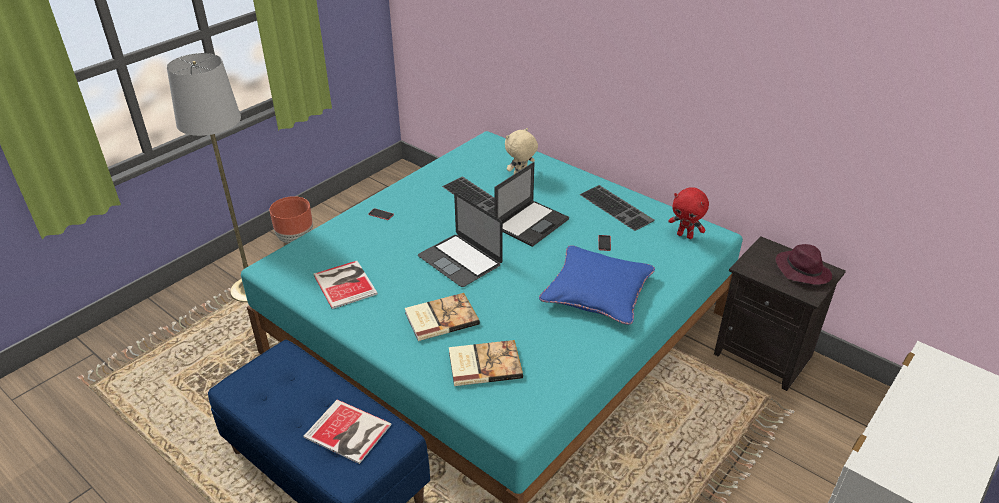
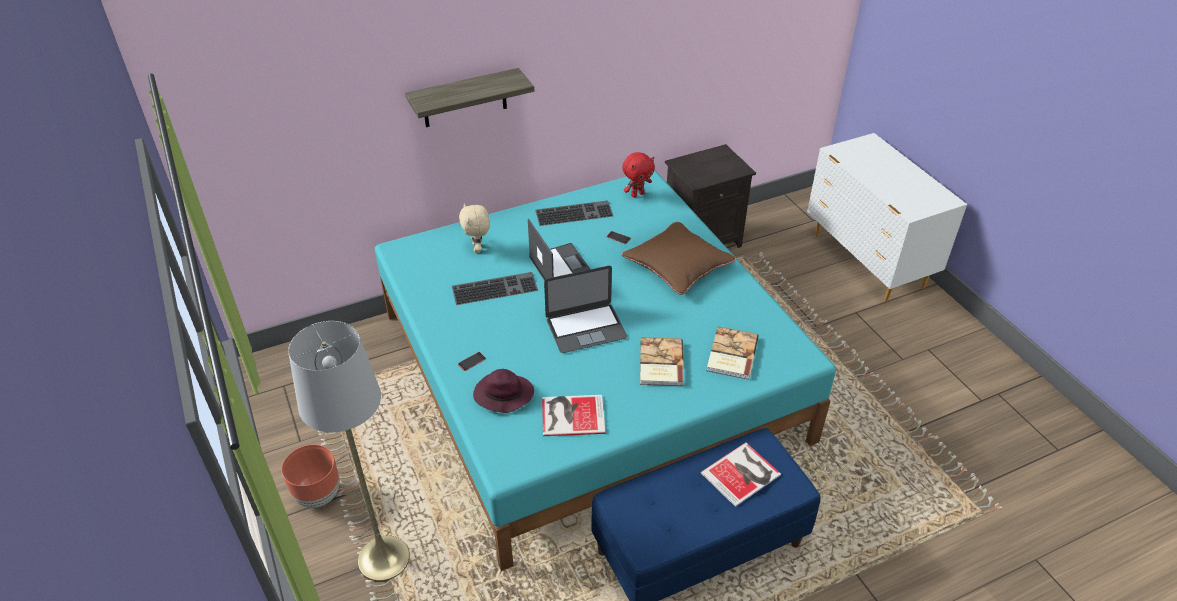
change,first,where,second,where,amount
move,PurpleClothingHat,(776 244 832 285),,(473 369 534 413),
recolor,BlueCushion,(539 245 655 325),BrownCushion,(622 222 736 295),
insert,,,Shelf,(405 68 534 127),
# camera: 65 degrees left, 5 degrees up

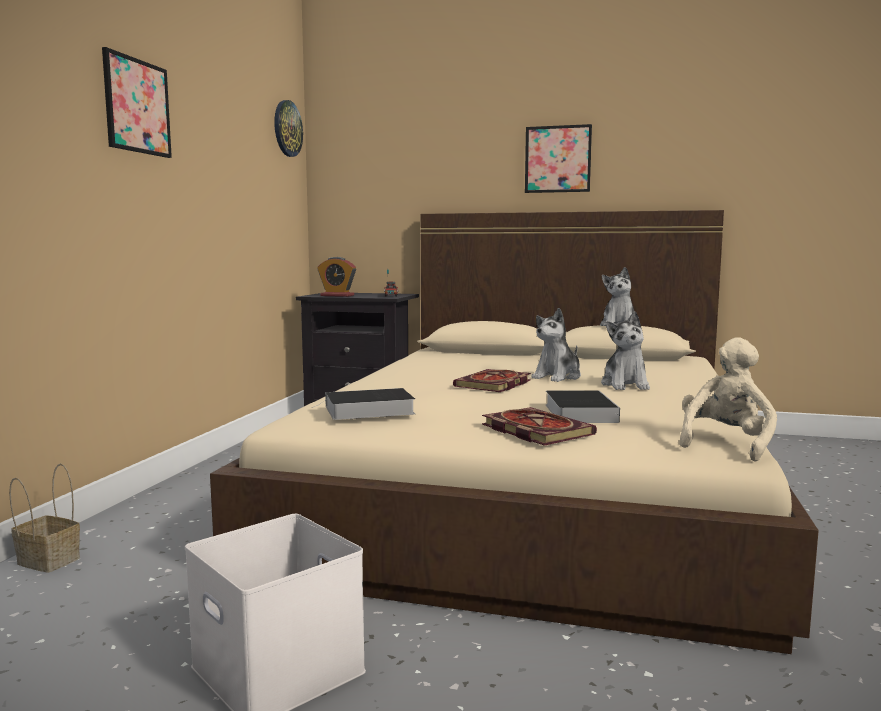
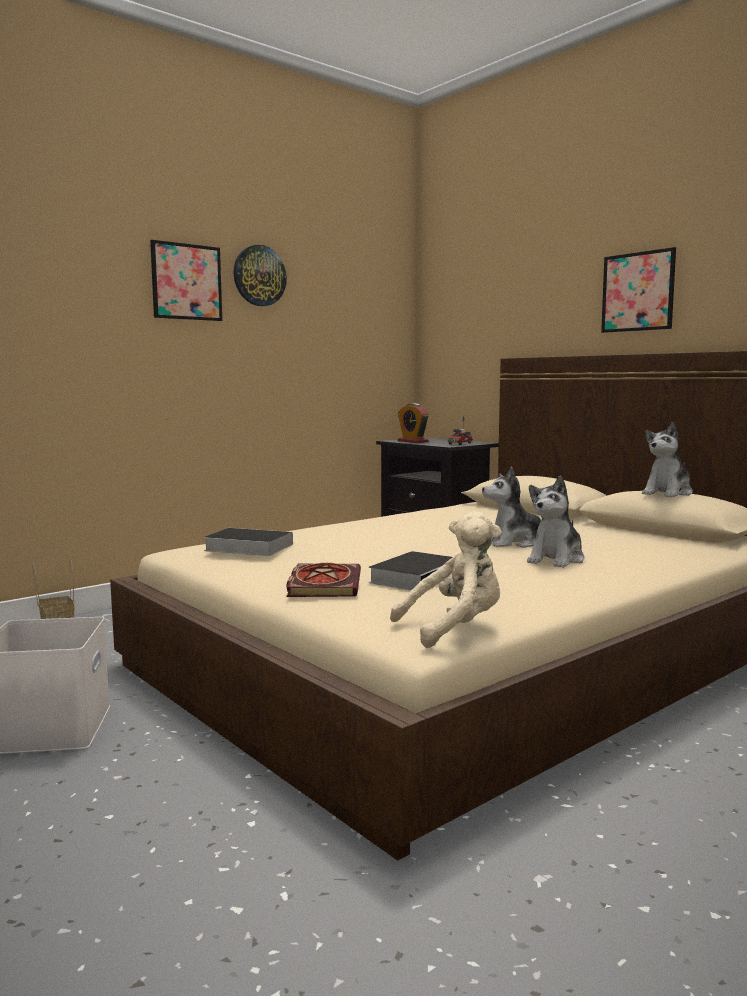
change,first,where,second,where,amount
move,WallClock,(274 100 303 157),,(234 245 287 306),
delete,Book,(453 369 531 392),,,
# camera: 35 degrees right, 0 degrees up

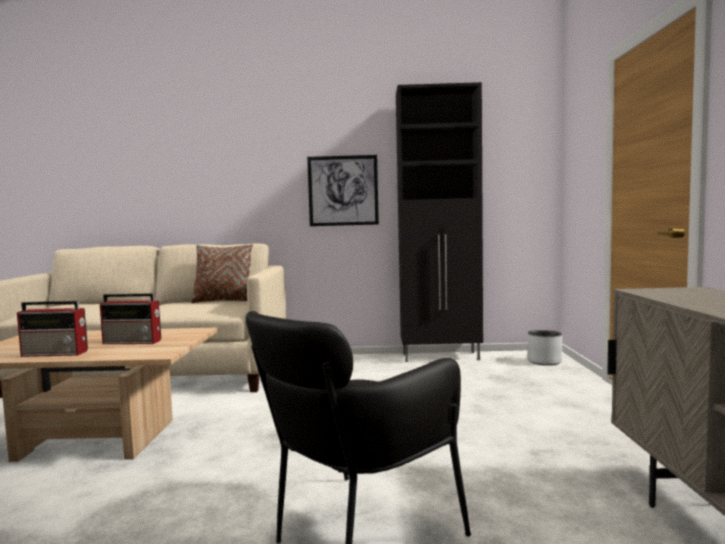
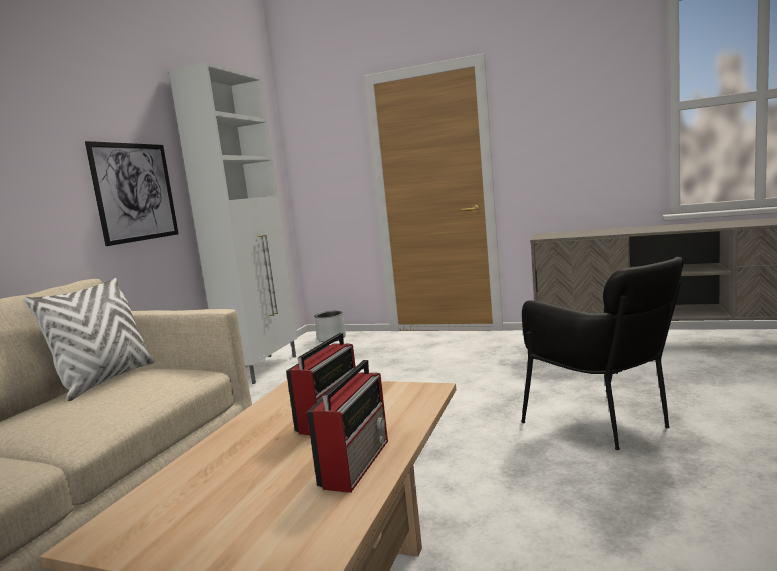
change,first,where,second,where,amount
recolor,BlackColouredCupboard,(396 82 483 362),WhiteColouredCupboard,(169 62 298 384),
recolor,BrownCushion,(191 244 253 303),WhiteColouredCushion,(23 278 155 401),
# camera: 70 degrees left, 5 degrees up

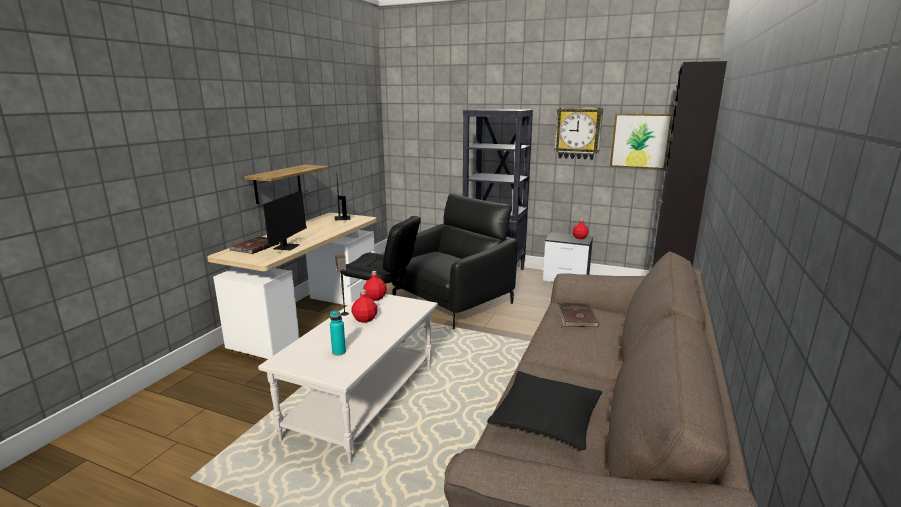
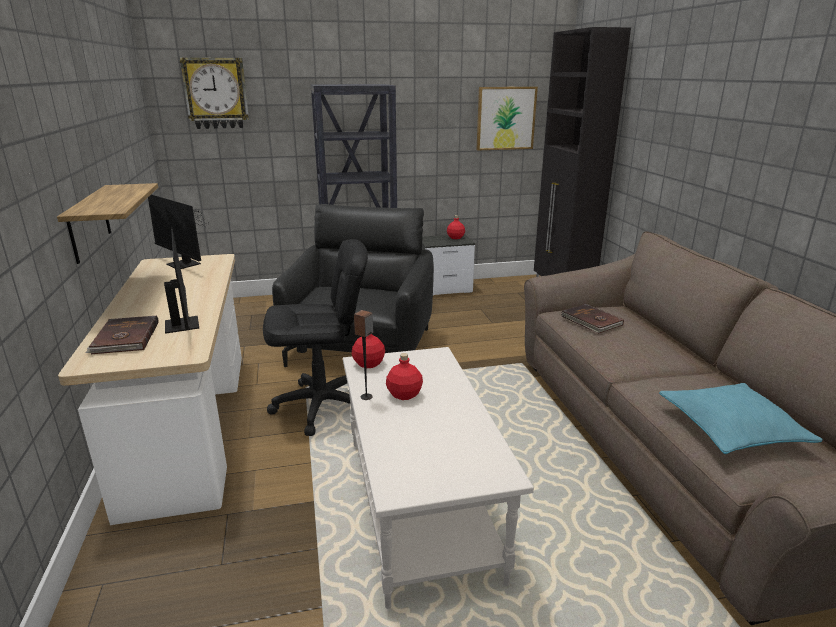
change,first,where,second,where,amount
move,WallClock,(554 107 603 160),,(180 57 249 129),
delete,BlueGreenDrinkBottle,(330 311 346 356),,,
recolor,BlackColouredCushion,(487 371 602 450),BlueGreenCushion,(659 383 823 454),
# camera: 35 degrees left, 5 degrees up

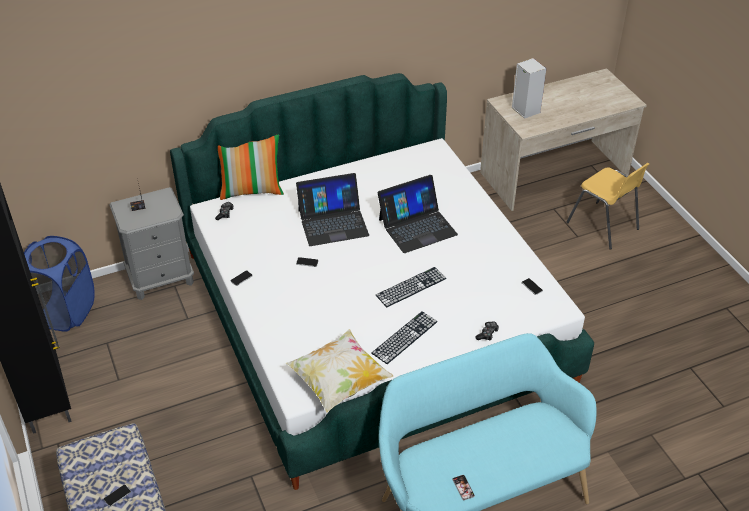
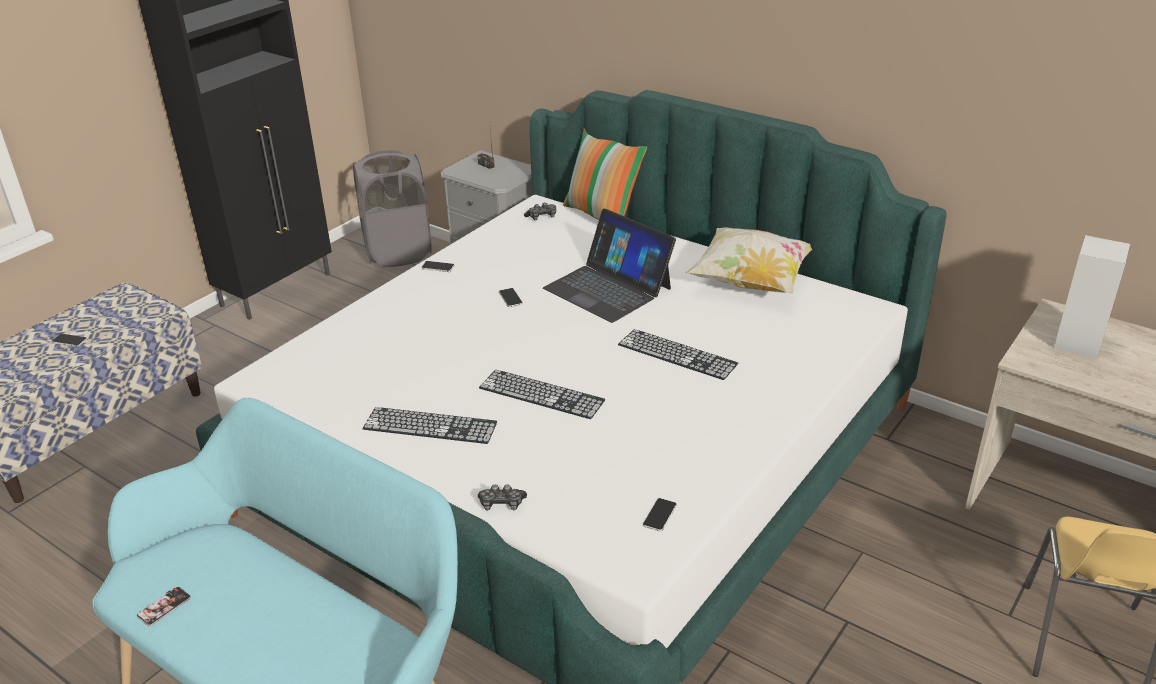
change,first,where,second,where,amount
replace,NotebookComputer,(377 175 458 253),ComputerKeyboard,(618 329 738 380),
recolor,BlueLaundryBasket,(24 236 94 332),GrayLaundryBasket,(353 150 432 267),
move,Cushion,(286 329 393 412),,(685 227 812 294),
# camera: 60 degrees right, 10 degrees down

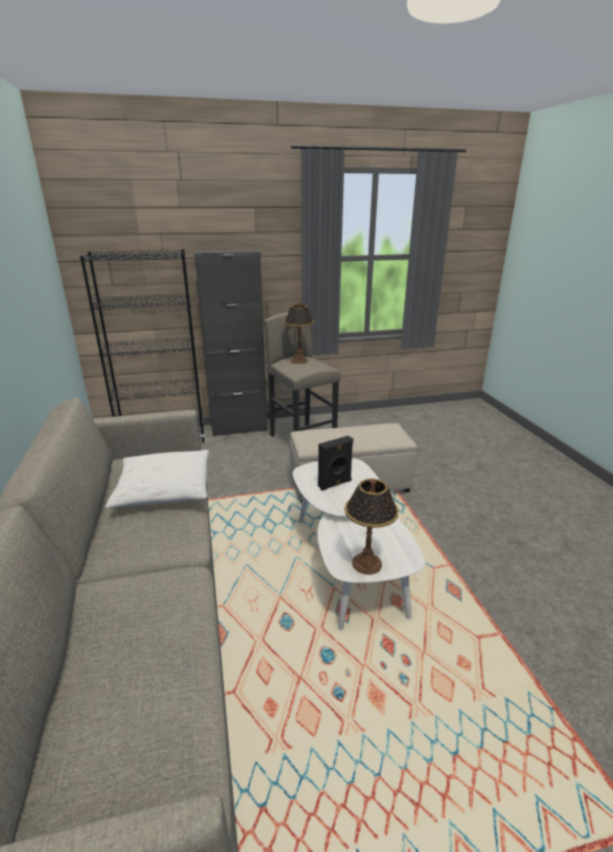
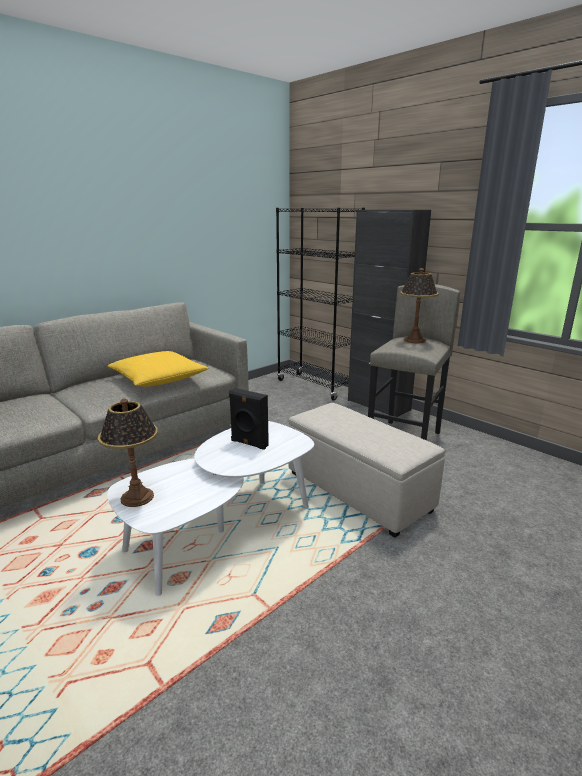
change,first,where,second,where,amount
recolor,WhiteColouredCushion,(105 450 209 508),YellowishCushion,(108 351 209 387),
# camera: 60 degrees right, 5 degrees down

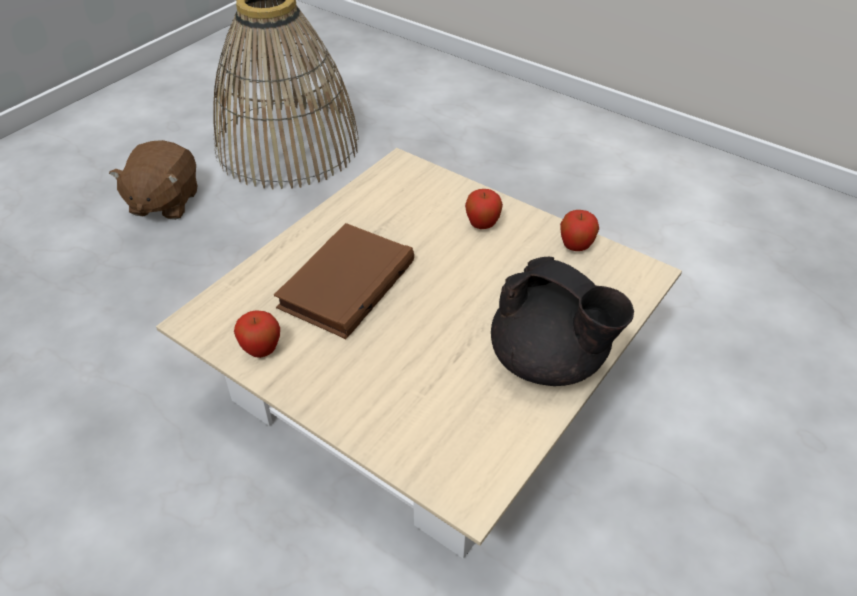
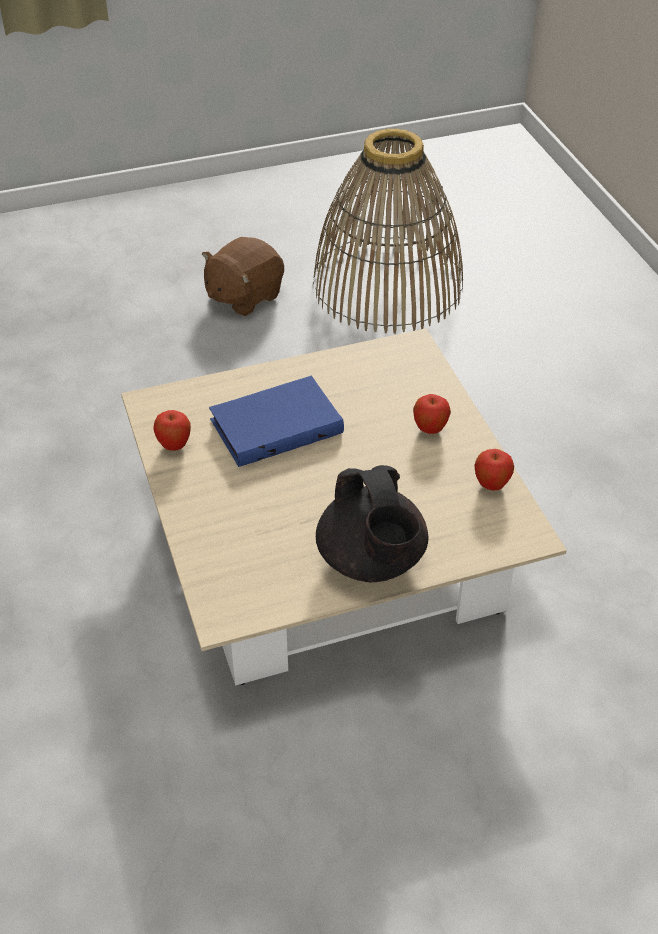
change,first,where,second,where,amount
recolor,BrownBook,(274 223 414 339),BlueBook,(209 375 344 467),
# camera: 35 degrees right, 0 degrees up

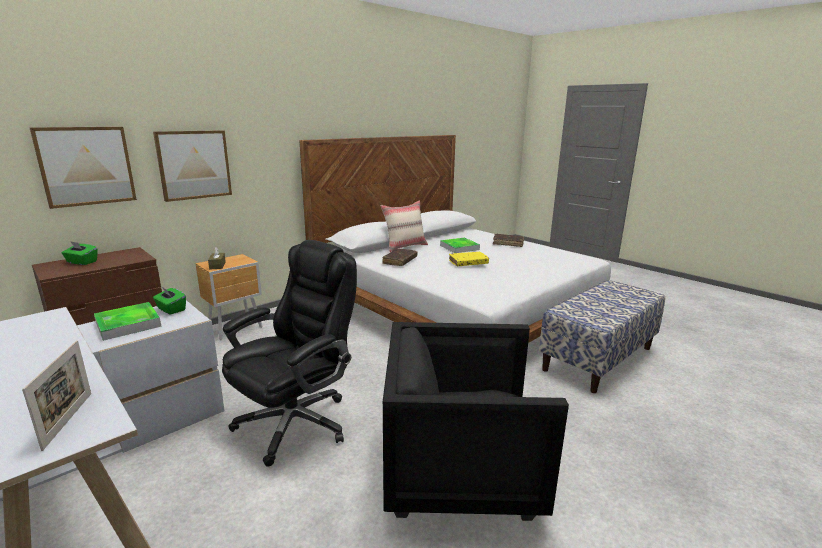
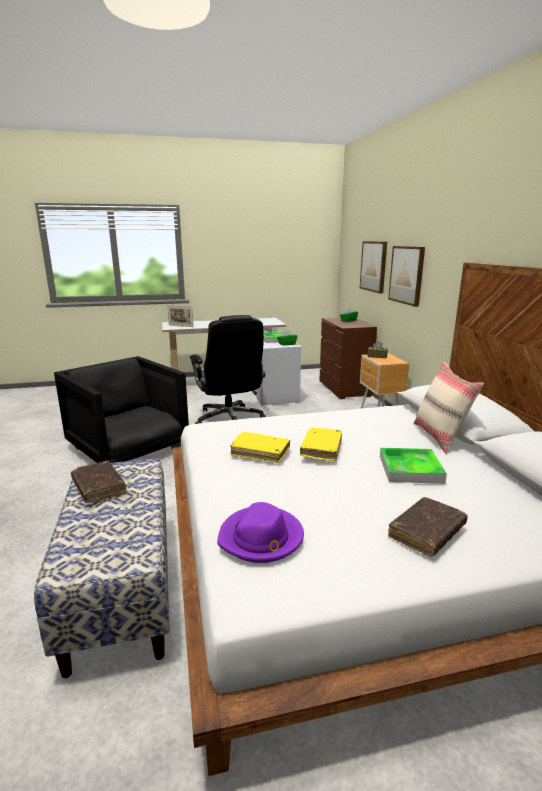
change,first,where,second,where,amount
move,BrownBook,(382 249 417 266),,(71 461 127 503),
rotate,BlackColouredEasyChair,(383 322 569 521),,(54 356 189 463),75 degrees counterclockwise
insert,,,YellowishBook,(230 432 290 463),
insert,,,PurpleClothingHat,(217 502 304 563),
# camera: 120 degrees right, 0 degrees up

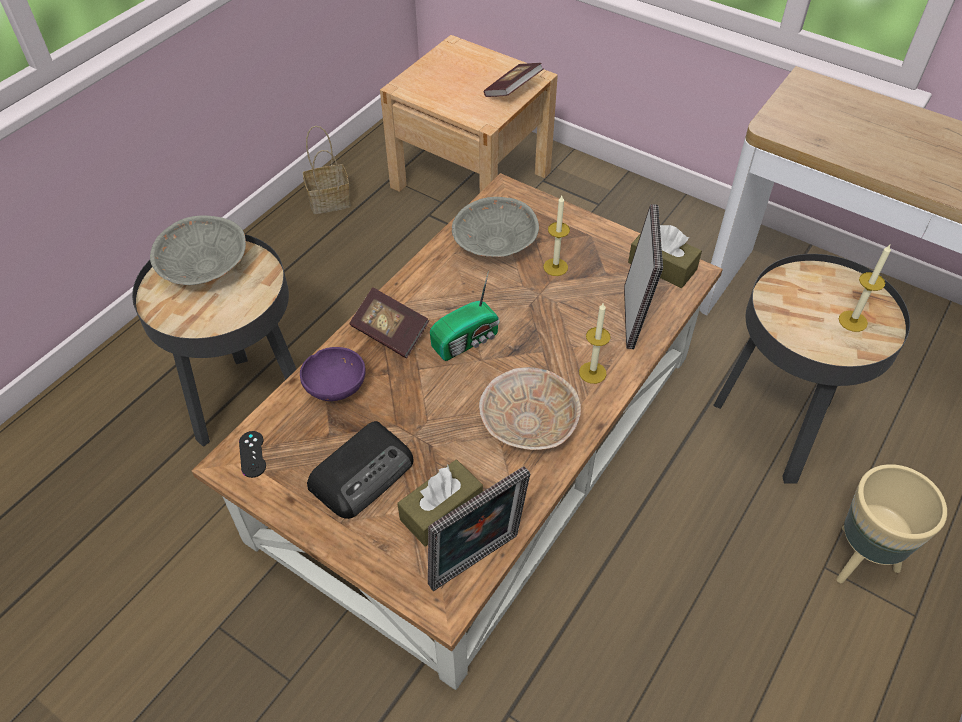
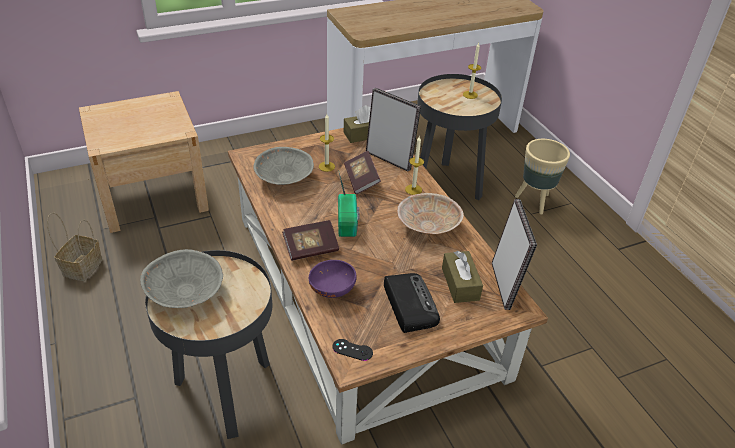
change,first,where,second,where,amount
move,Book,(484 63 544 97),,(344 151 381 194),
# camera: 60 degrees left, 10 degrees down

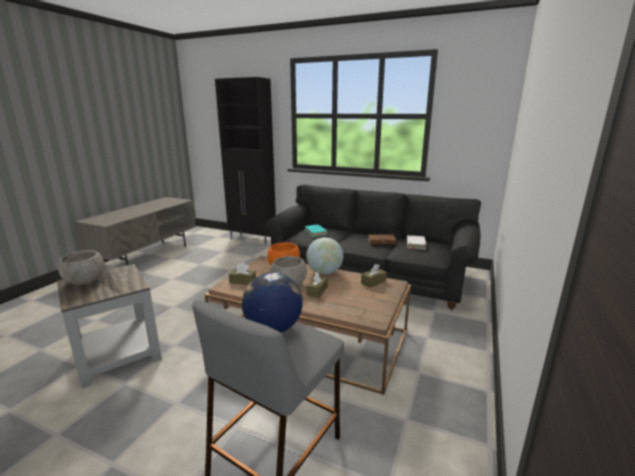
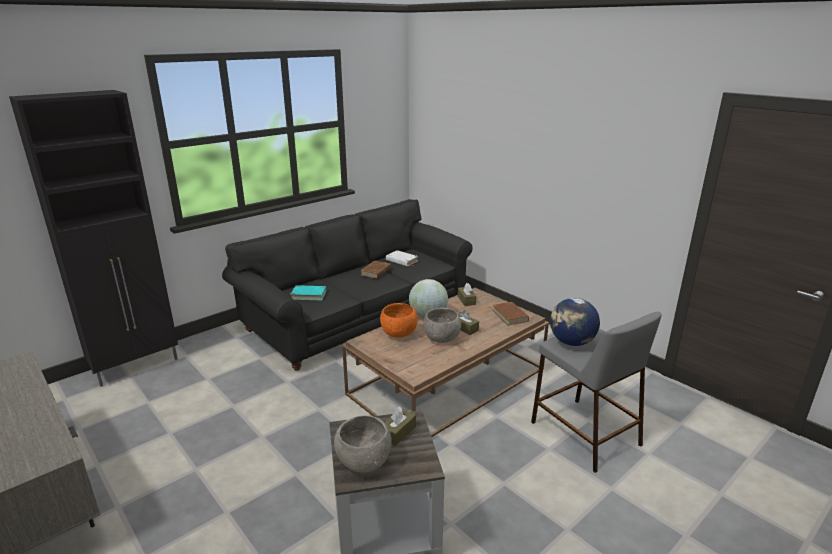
change,first,where,second,where,amount
move,BrownBoxOfTissues,(229 263 256 285),,(385 407 416 446),
insert,,,BrownBook,(493 302 529 326),
# camera: 65 degrees left, 5 degrees up

